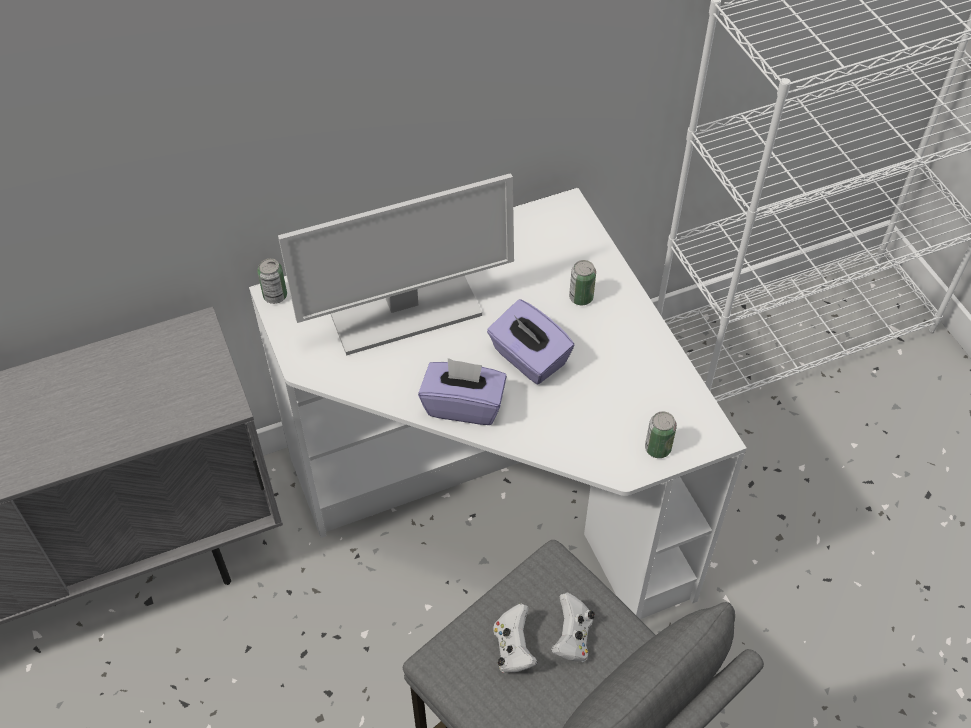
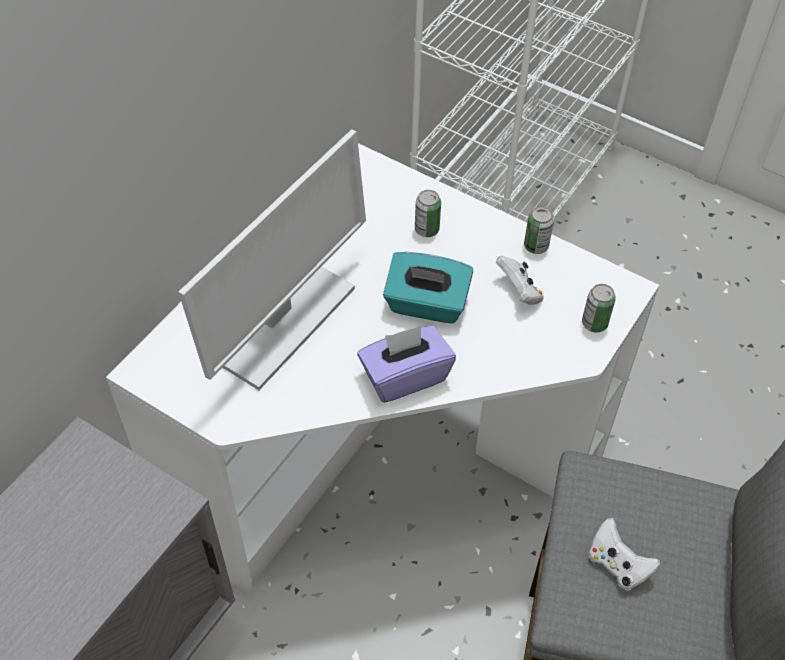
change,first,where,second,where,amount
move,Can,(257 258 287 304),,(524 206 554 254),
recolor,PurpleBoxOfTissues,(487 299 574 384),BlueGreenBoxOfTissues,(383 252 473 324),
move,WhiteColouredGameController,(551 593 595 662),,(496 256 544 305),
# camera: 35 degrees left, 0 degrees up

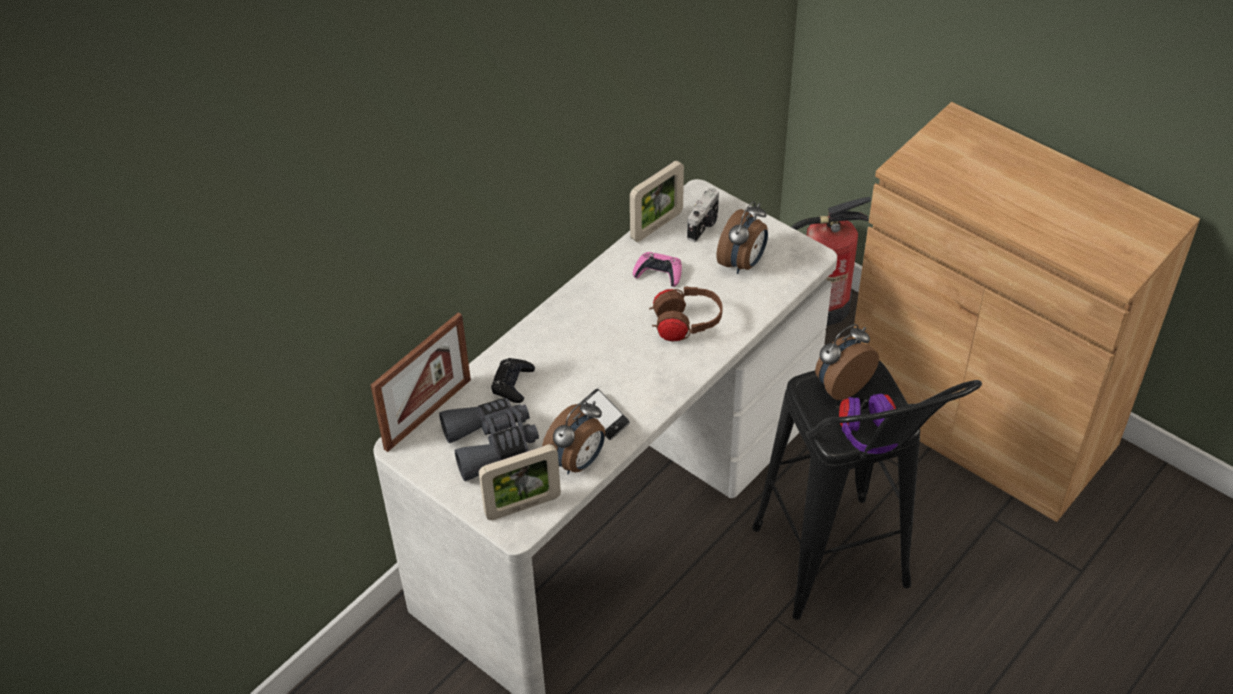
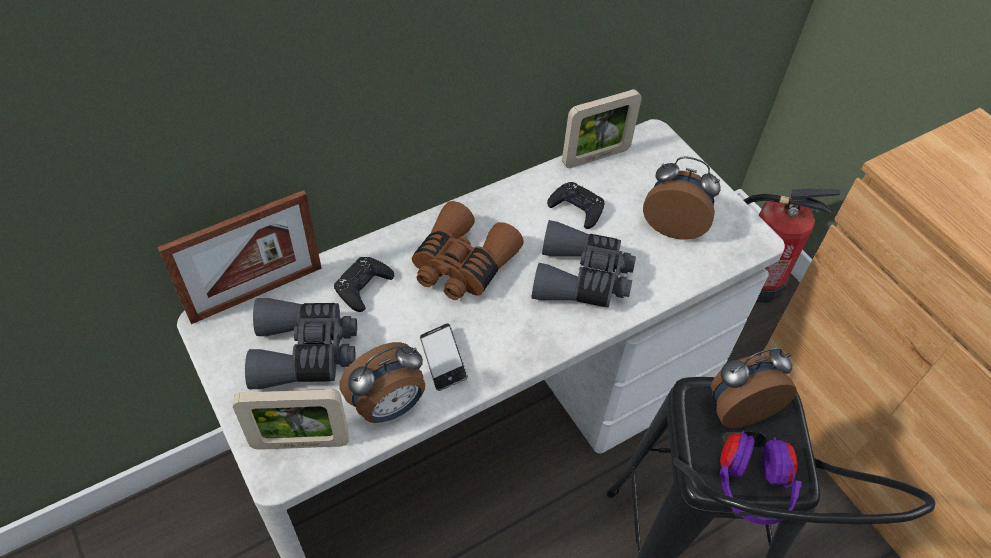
change,first,where,second,where,amount
delete,StillCamera,(687 188 719 242),,,
rotate,AlarmClock,(716 201 768 274),,(643 156 721 240),120 degrees counterclockwise
recolor,PinkColouredGameController,(633 252 682 287),BlackColouredGameController,(547 182 605 229),
replace,BrownHeadphones,(649 286 723 342),GrayBinoculars,(531 220 636 308),
insert,,,BrownBinoculars,(412 201 524 300),
# camera: 15 degrees right, 5 degrees up

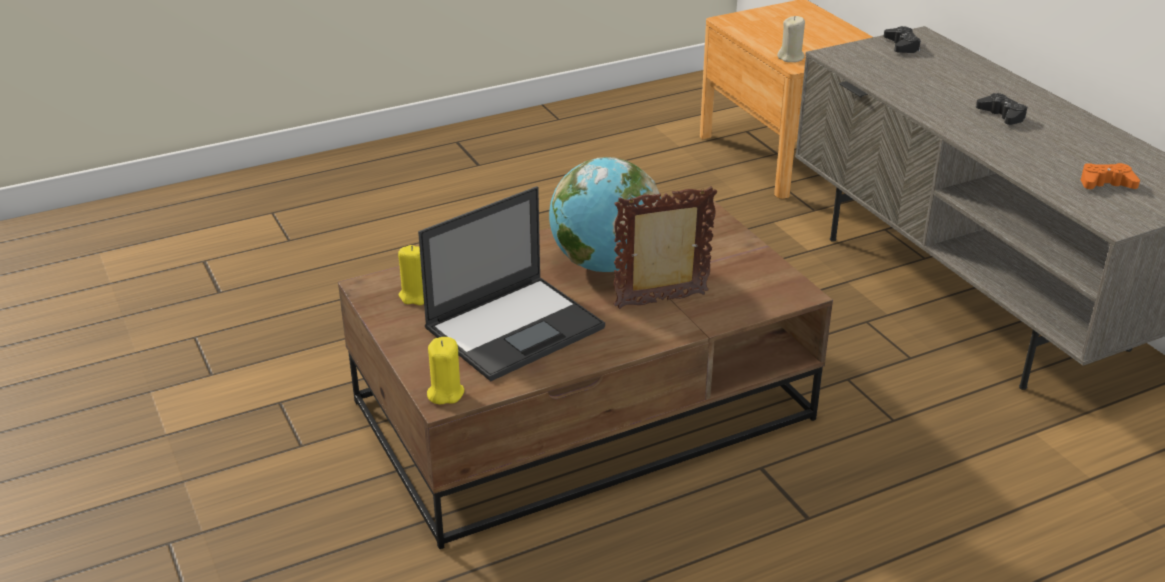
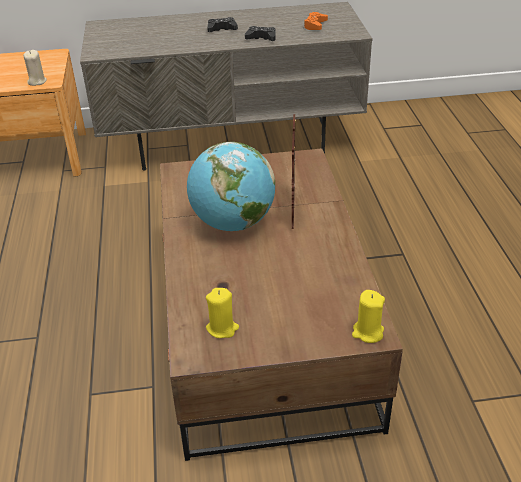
change,first,where,second,where,amount
move,BlackColouredGameController,(883 26 921 53),,(245 26 276 41),
delete,NotebookComputer,(418 186 605 381),,,
# camera: 70 degrees left, 5 degrees up

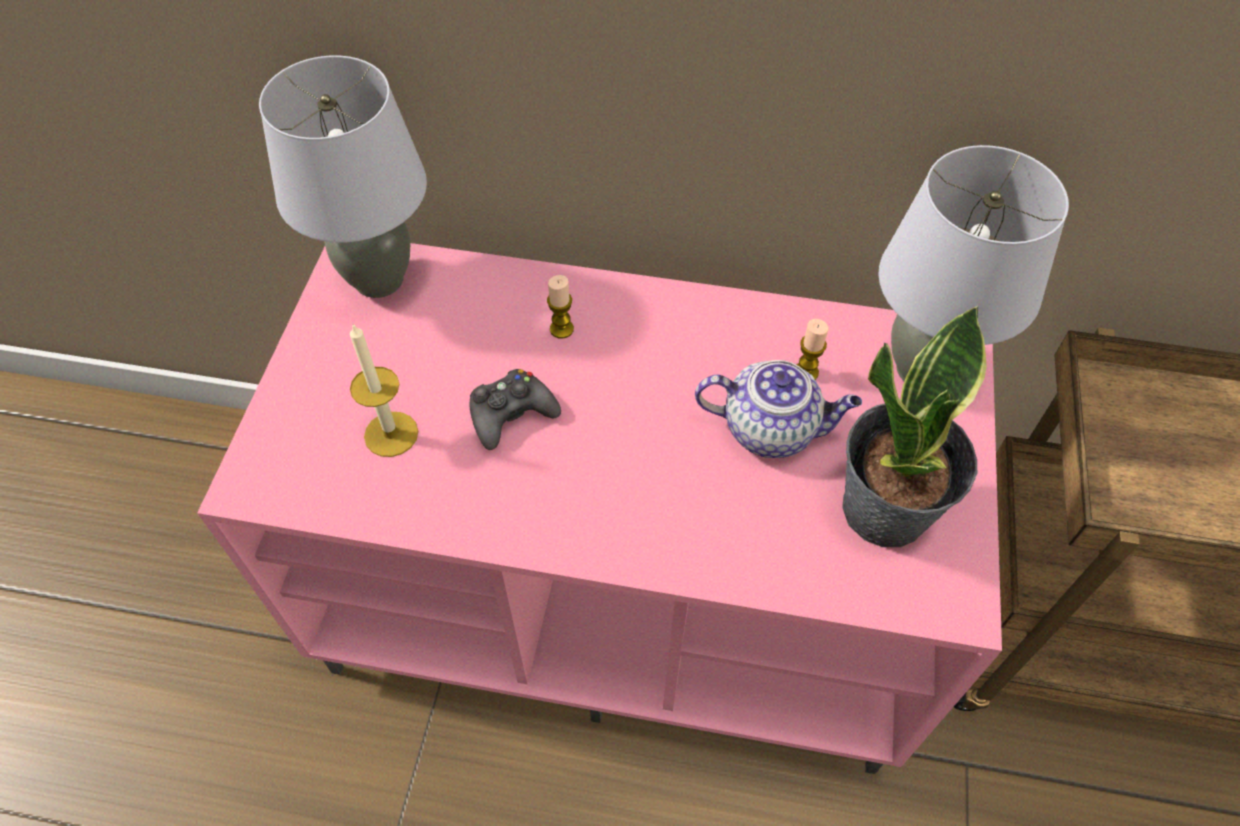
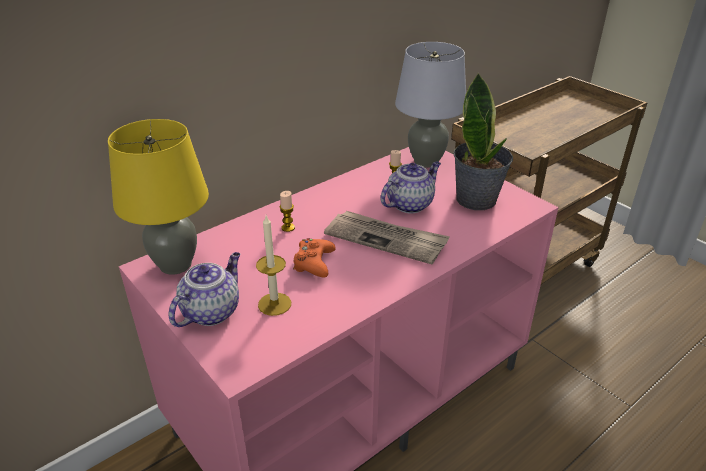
change,first,where,second,where,amount
recolor,GrayTabletopLamp,(259 56 427 298),YellowishTabletopLamp,(108 119 209 275),
recolor,BlackColouredGameController,(470 369 561 450),OrangeyGameController,(293 238 336 277),
insert,,,Newspaper,(324 211 450 264),
insert,,,TeaPot,(169 252 240 327),
# camera: 50 degrees left, 20 degrees down

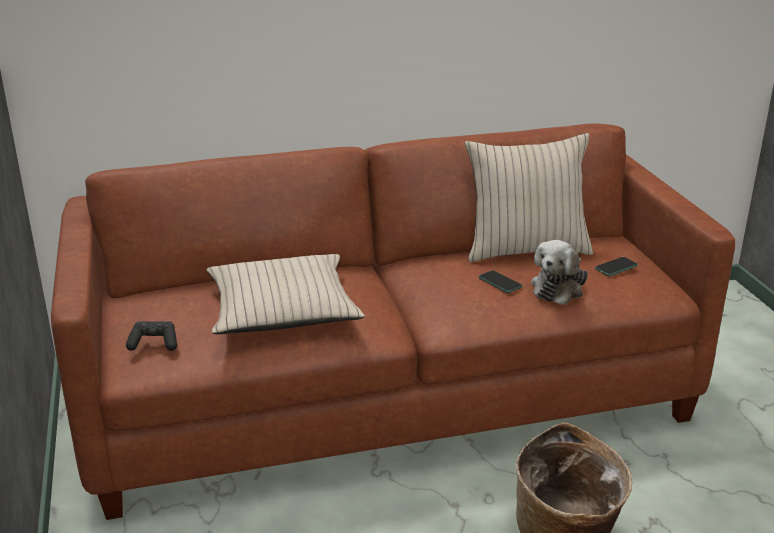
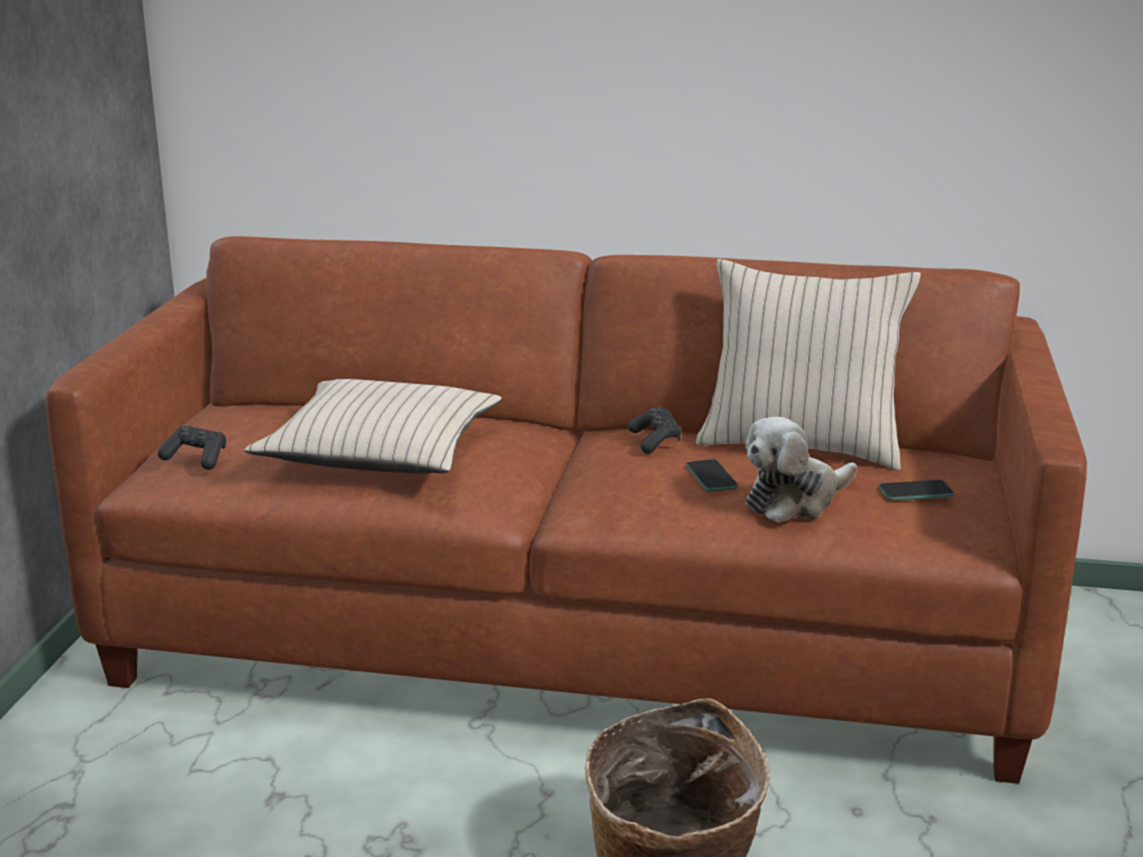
change,first,where,second,where,amount
insert,,,BlackColouredGameController,(628 407 682 454),
# camera: 25 degrees right, 5 degrees down

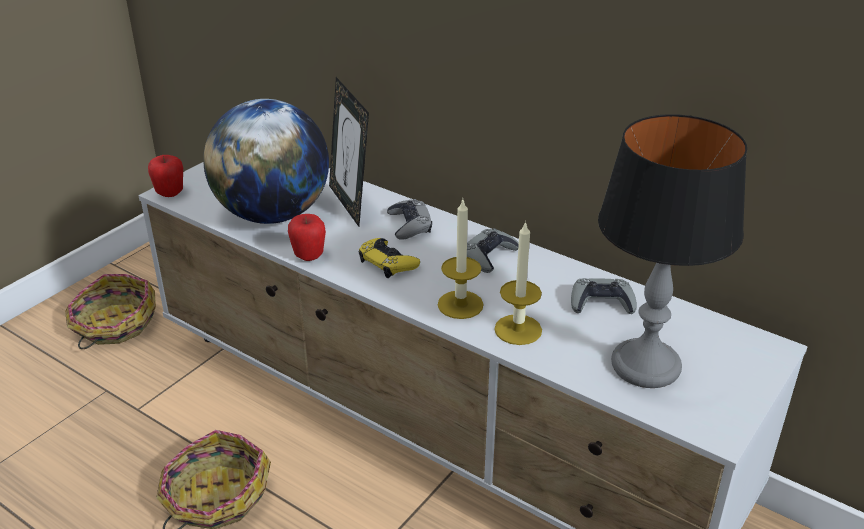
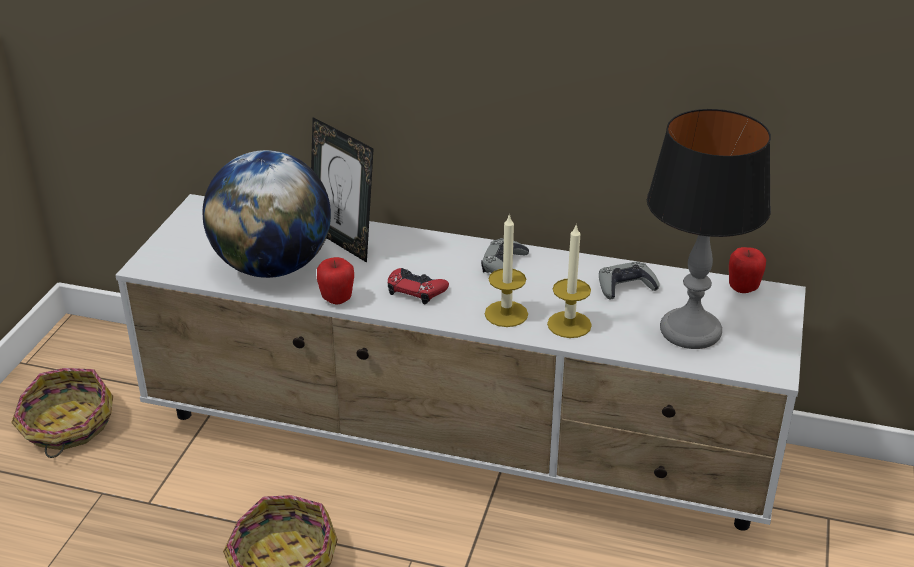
change,first,where,second,where,amount
move,Apple,(148 155 183 197),,(729 247 766 293),
delete,GrayGameController,(387 199 432 240),,,
recolor,YellowishGameController,(359 238 420 278),RedColouredGameController,(388 268 449 304),
# camera: 20 degrees left, 0 degrees up

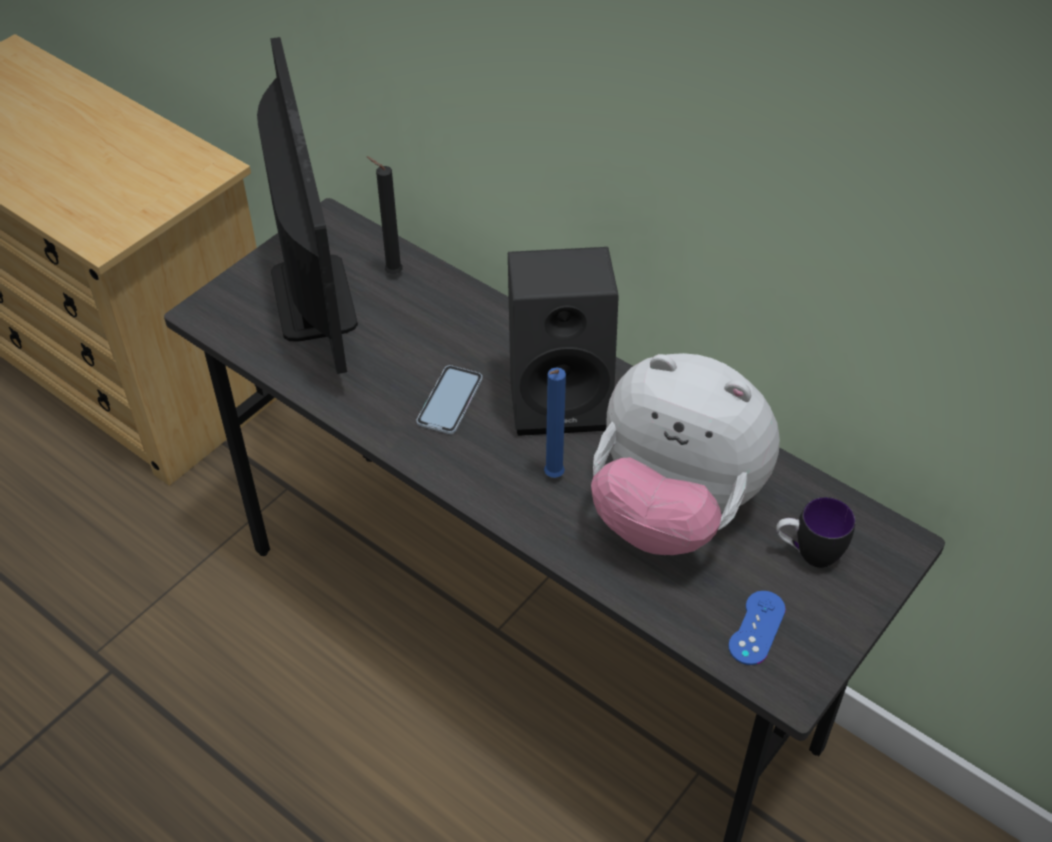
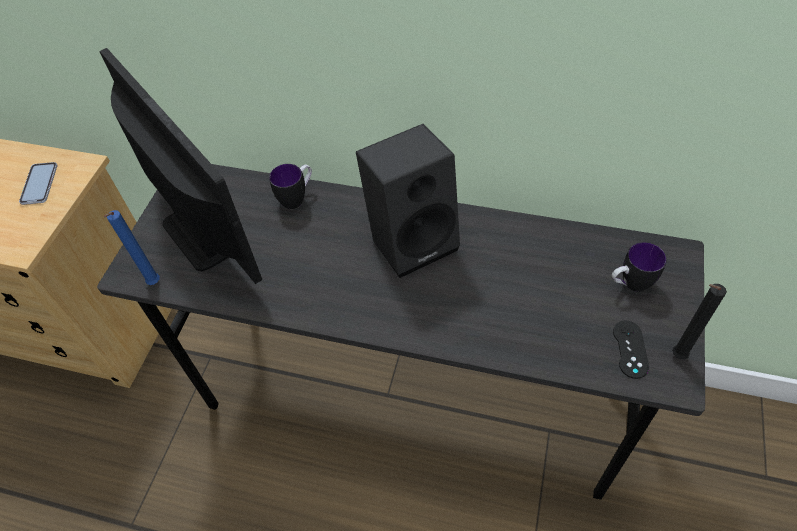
change,first,where,second,where,amount
move,BlackColouredCandle,(367 156 403 274),,(672 284 727 359),
delete,CuddlyToy,(591 353 780 555),,,
move,Handset,(417 365 482 434),,(19 162 58 205),
move,BlueCandle,(544 367 566 478),,(104 210 160 285),
recolor,BlueGameController,(728 591 786 665),BlackColouredGameController,(613 320 649 379),
insert,,,Mug,(269 164 312 209),
# camera: 20 degrees left, 5 degrees up

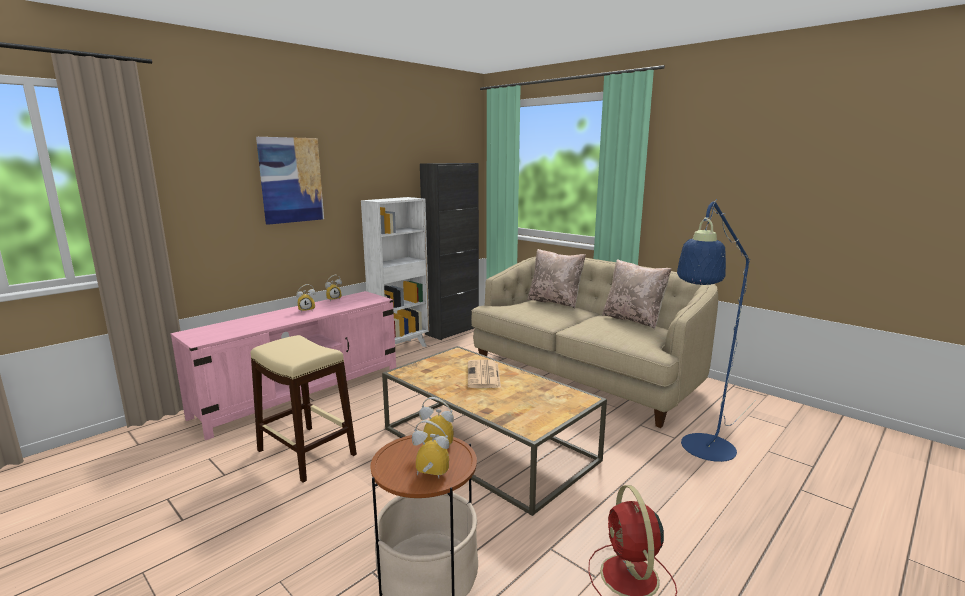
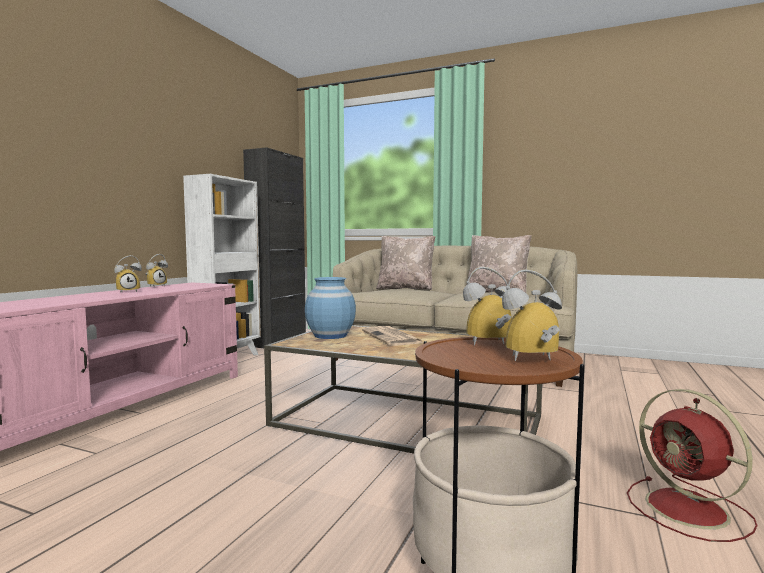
change,first,where,second,where,amount
delete,WallArt,(256 137 324 225),,,
delete,BlueStandardLamp,(677 199 756 462),,,
delete,BeigeColouredStoolSeat,(250 335 357 482),,,
insert,,,BlueVase,(305 277 356 339),
# camera: 20 degrees left, 10 degrees down

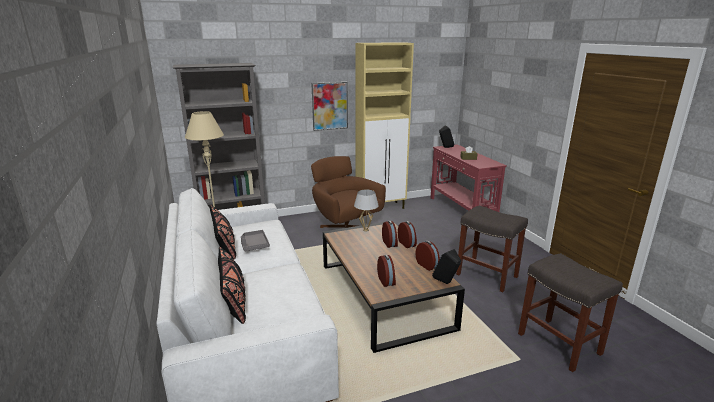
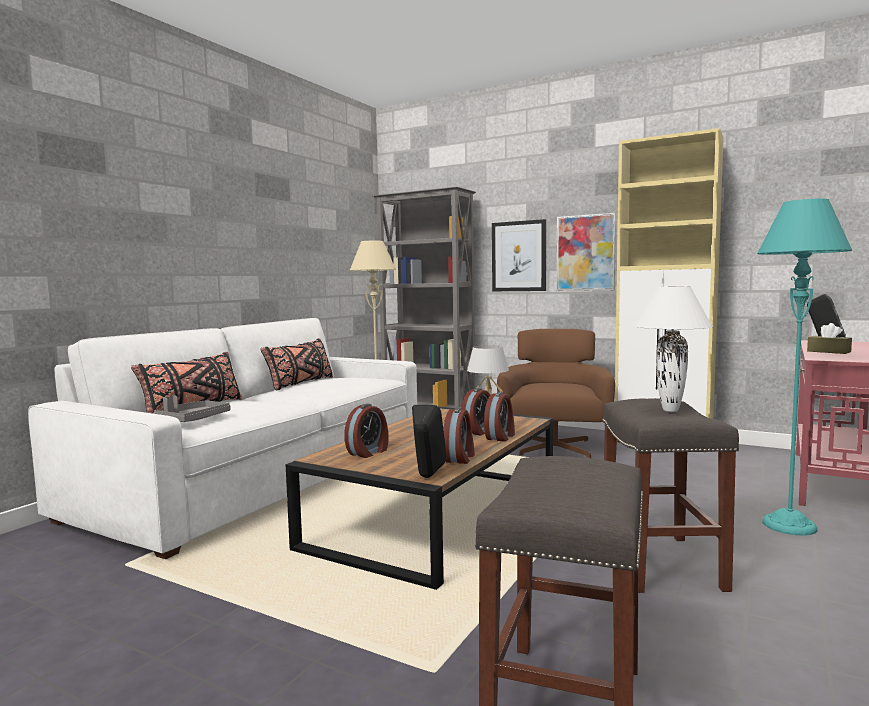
change,first,where,second,where,amount
move,GrayServingTray,(241 230 270 251),,(153 395 230 422),
insert,,,BlueGreenStandardLamp,(757 198 852 536),
insert,,,WallArt,(492 219 546 291),
insert,,,WhiteColouredTabletopLamp,(635 286 713 412),
# camera: 50 degrees right, 15 degrees down

